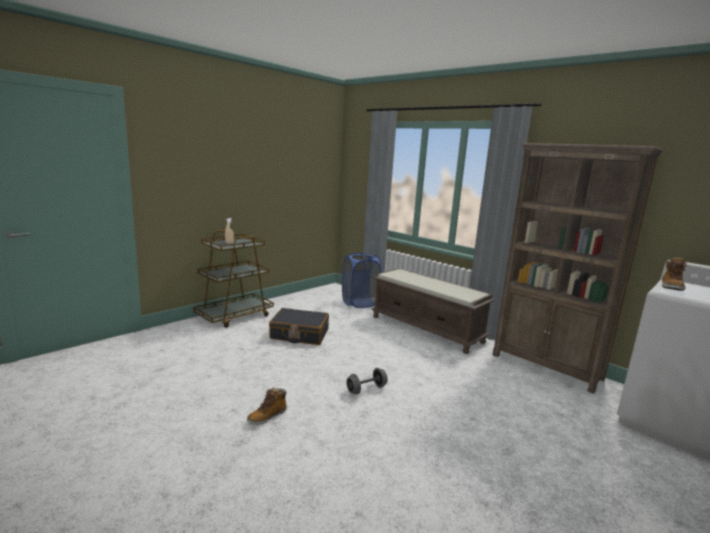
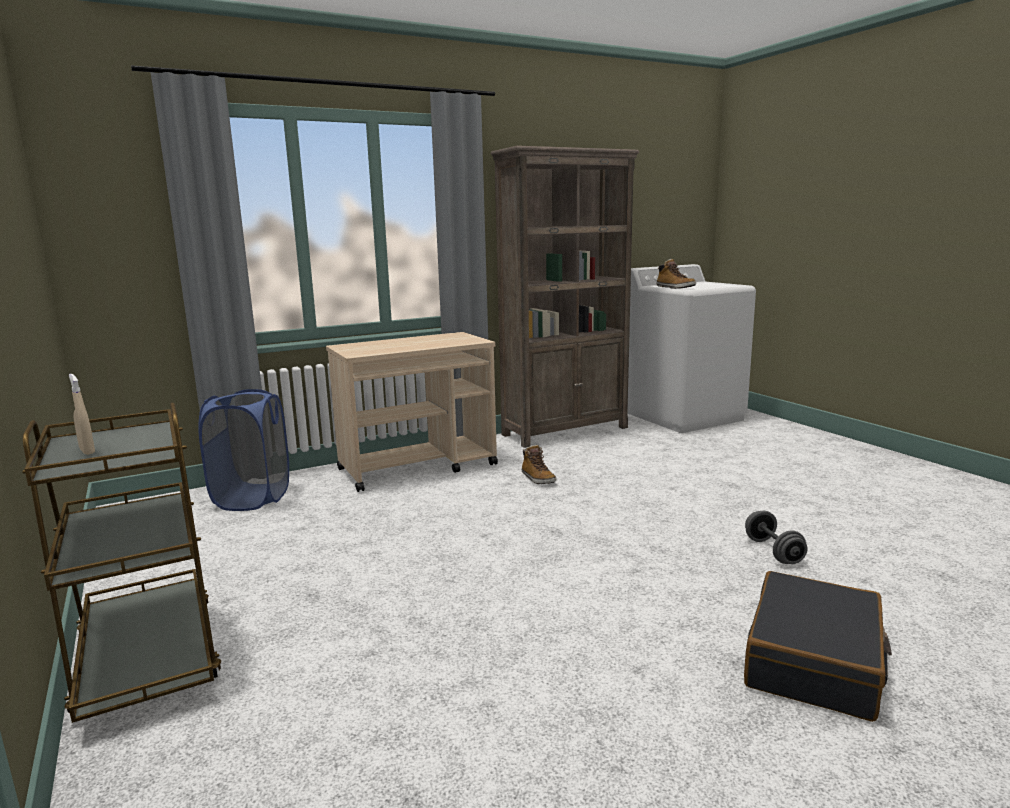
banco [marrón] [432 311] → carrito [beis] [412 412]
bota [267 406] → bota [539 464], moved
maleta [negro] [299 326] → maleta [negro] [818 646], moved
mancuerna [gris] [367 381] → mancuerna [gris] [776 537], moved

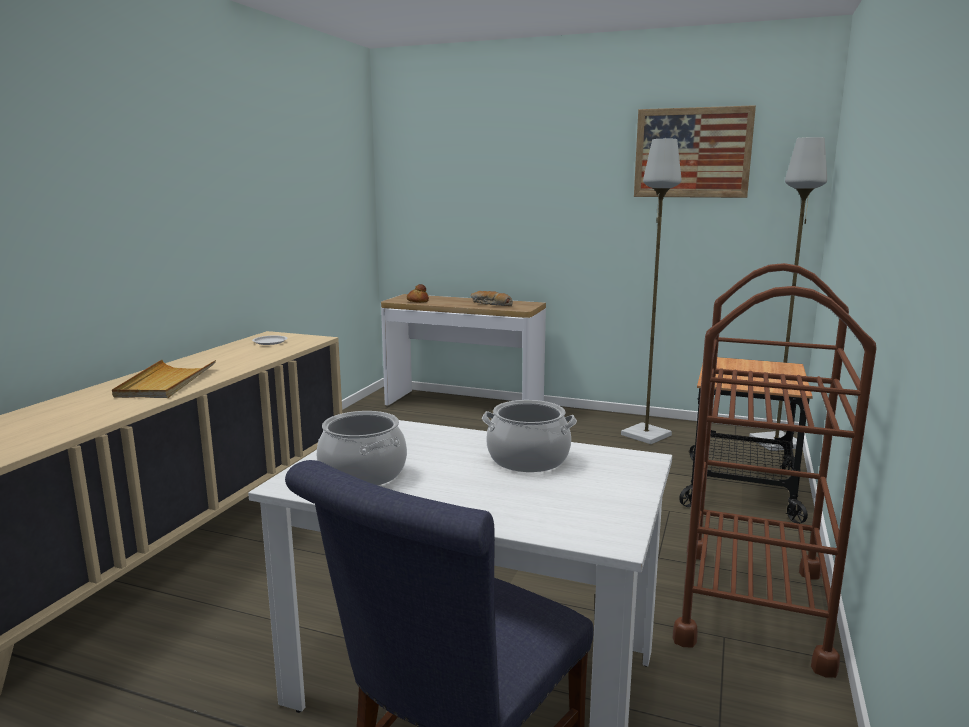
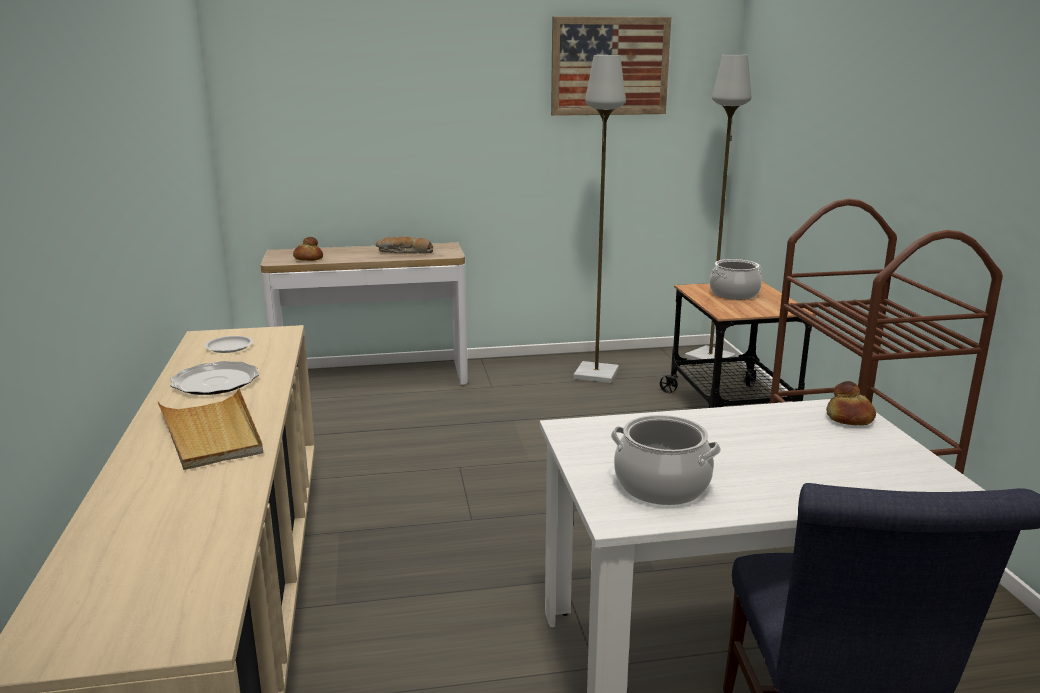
- → plato [214 378]
olla [529 436] → olla [735 279], moved
- → pan [851 403]

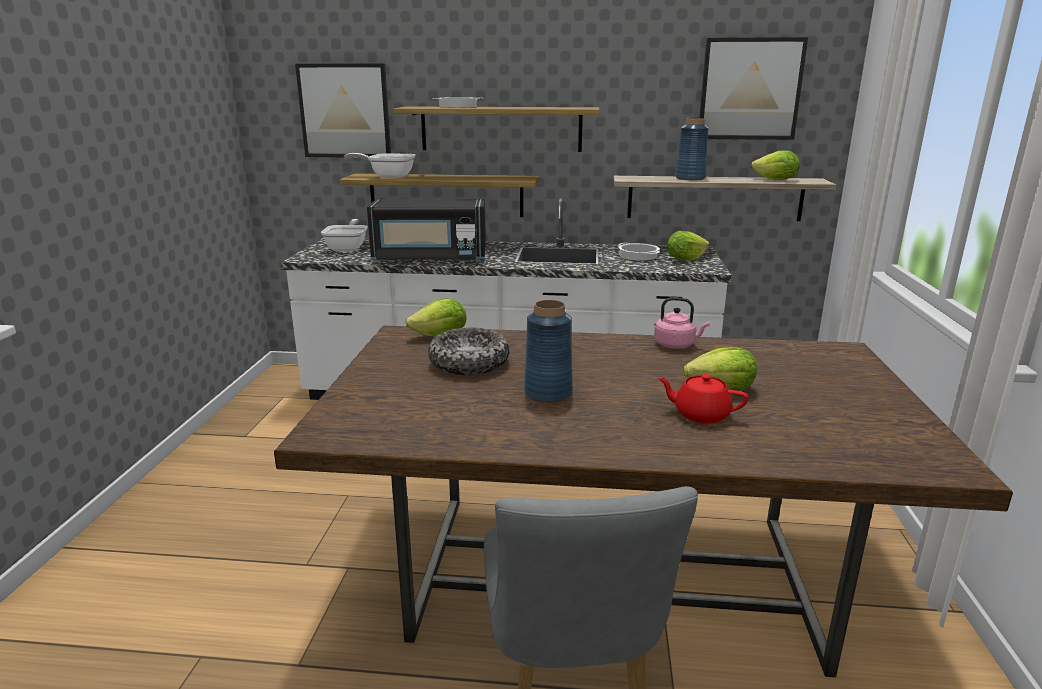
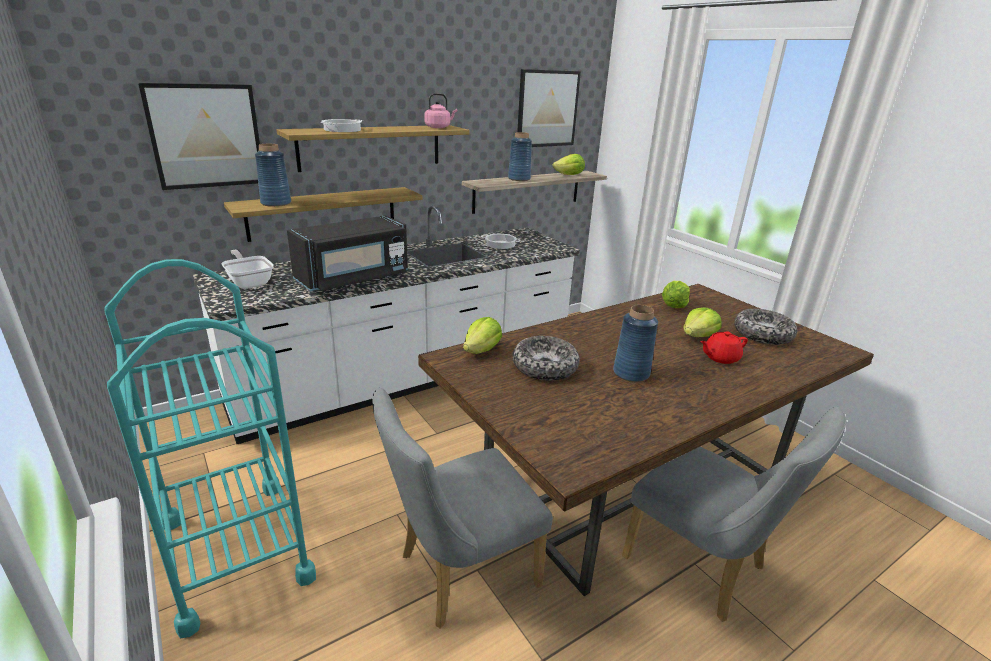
- → carrito [turquesa] [210 449]
sartén [380 165] → florero [azul] [273 175]
- → silla [gris] [462 508]
hervidor [rosa] [682 323] → hervidor [rosa] [440 110], moved
lechuga [688 246] → lechuga [676 294], moved
- → cuenco [765 327]

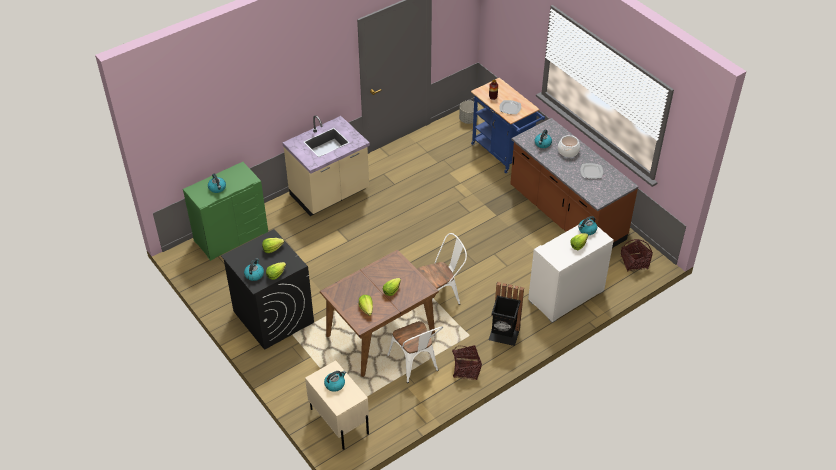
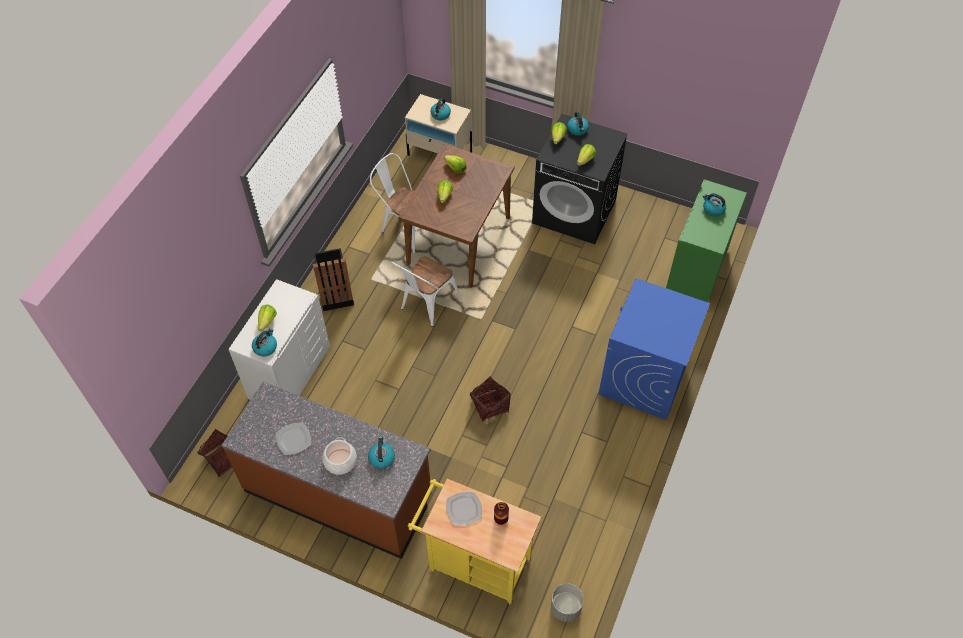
carrito [azul] [508 125] → carrito [amarillo] [474 542]
cesta [467 362] → cesta [490 398], moved
mueble bajo de cocina [beis] [326 165] → lavadora [azul] [654 349]

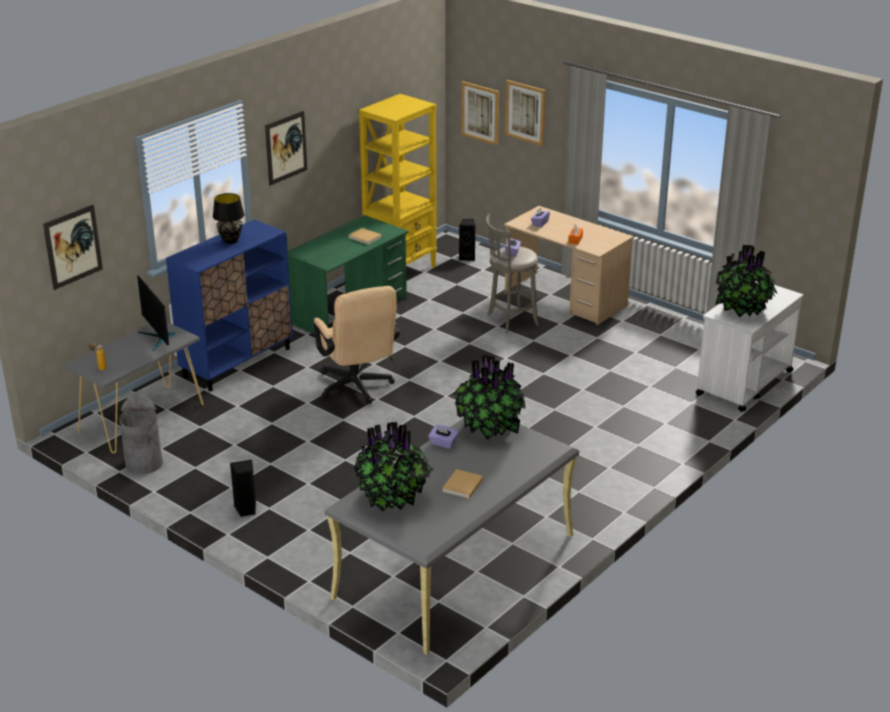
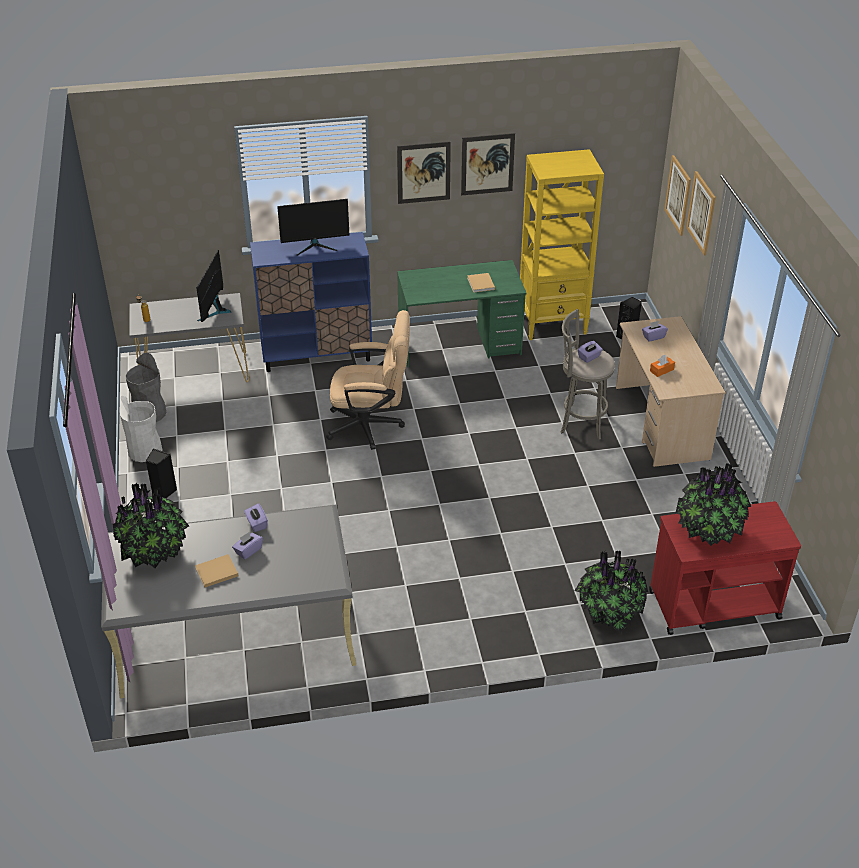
- → papelera [blanco] [141 429]
- → caja de pañuelos [morado] [247 546]
lámpara de mesa [negro] [228 218] → monitor [313 227]
silla de oficina [beis] [357 345] → silla de oficina [beis] [368 380], 105 degrees counterclockwise
cuadro [73 247] → cuadro [488 164], moved
planta en maceta [489 397] → planta en maceta [611 591], moved
carrito [blanco] [749 346] → carrito [rojo] [725 568]

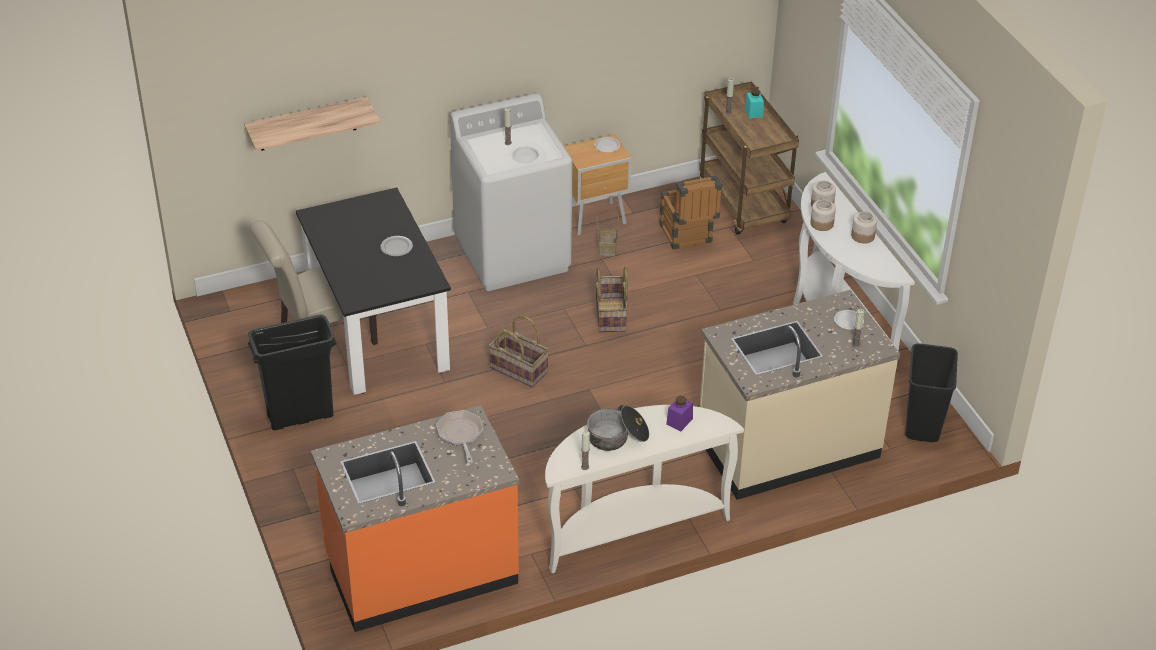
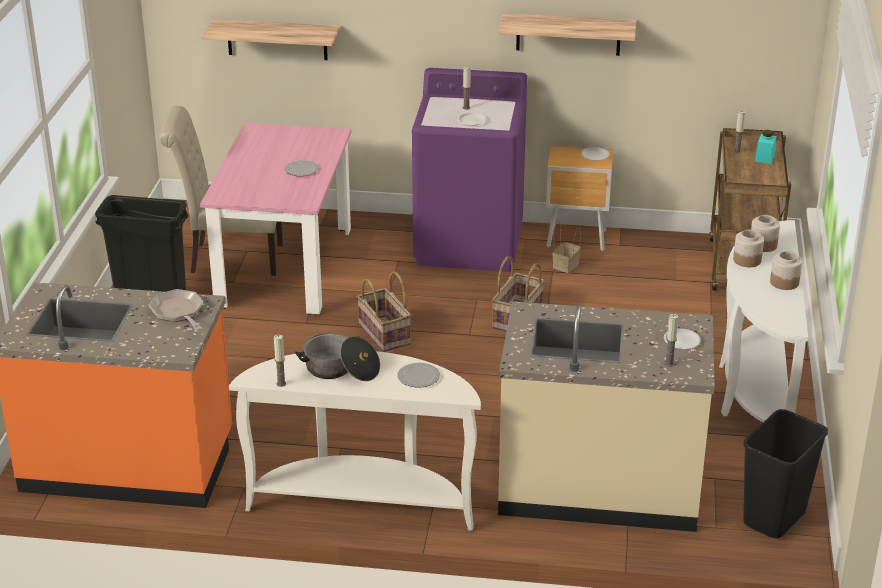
sartén [459 437] → sartén [176 310], 45 degrees counterclockwise
mesa de comedor [negro] [373 291] → mesa de comedor [rosa] [275 219]
tarro [morado] [679 413] → plato [418 375]
lavadora [blanco] [511 192] → lavadora [morado] [469 170]
- → estante [567 34]
caja de embalaje [690 212] → -

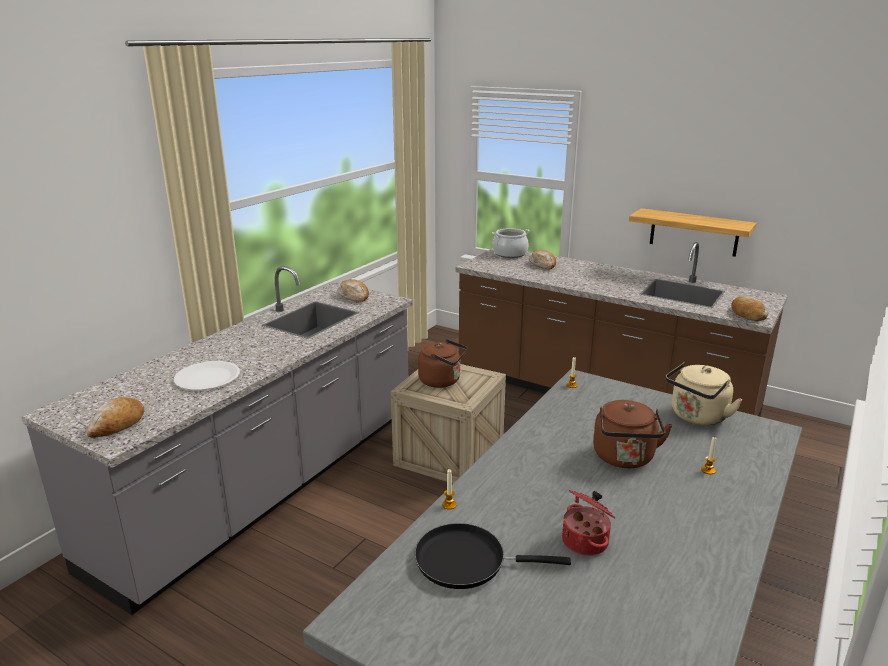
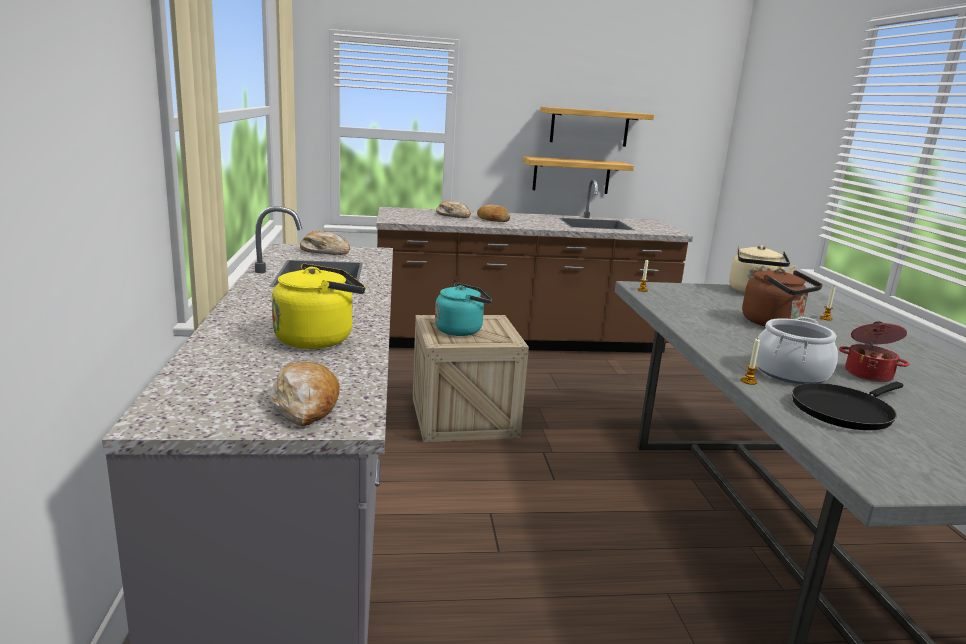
plato [blanco] [207 375] → hervidor [amarillo] [318 306]
hervidor [marrón] [443 363] → hervidor [turquesa] [463 309]
pan [749 308] → pan [493 213], moved
- → estante [597 127]
olla [511 243] → olla [797 350], moved

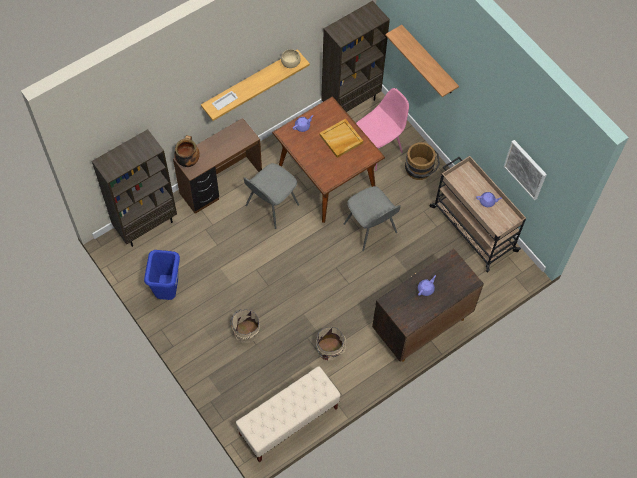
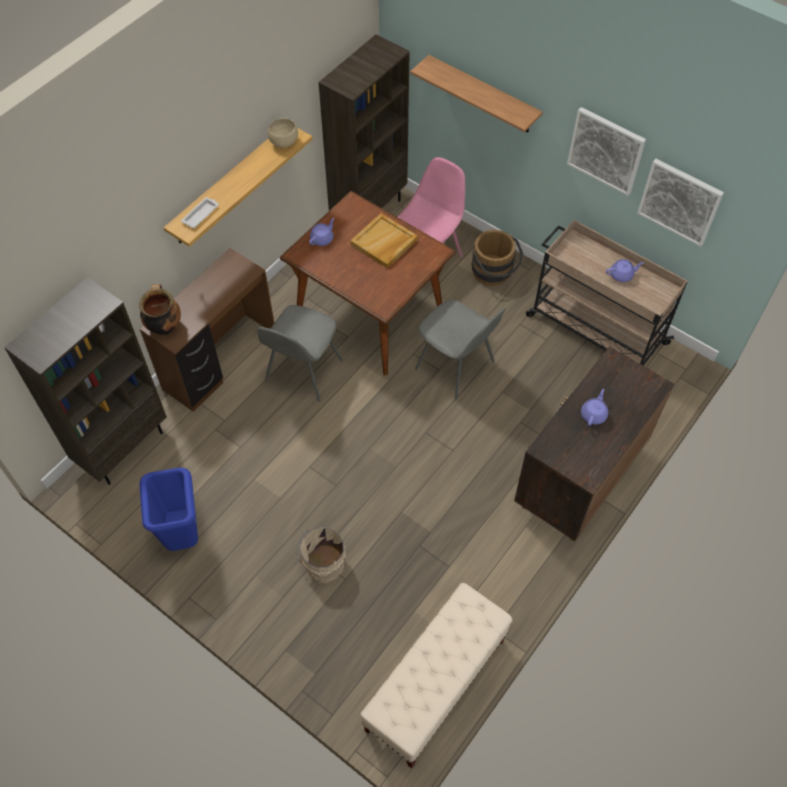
- → cuadro [606 151]
cubo [beis] [331 343] → -

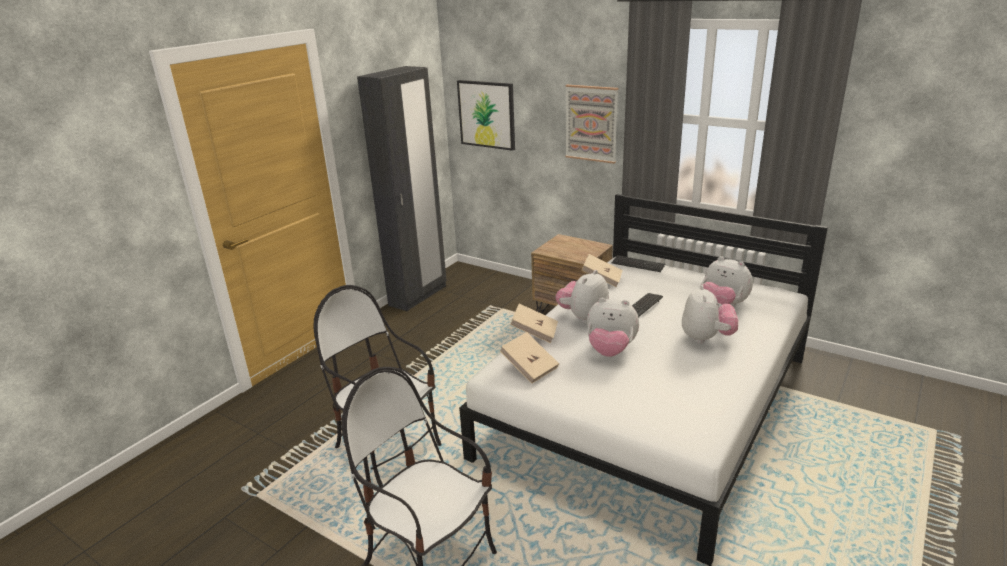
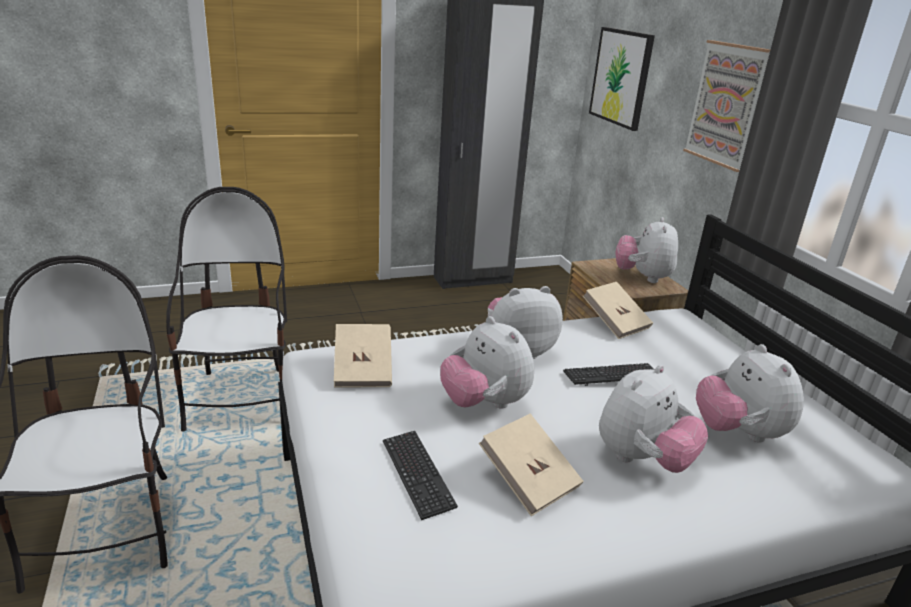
teclado [638 263] → teclado [420 475], moved
libro [beis] [534 323] → libro [beis] [531 464], moved
- → peluche [646 250]

